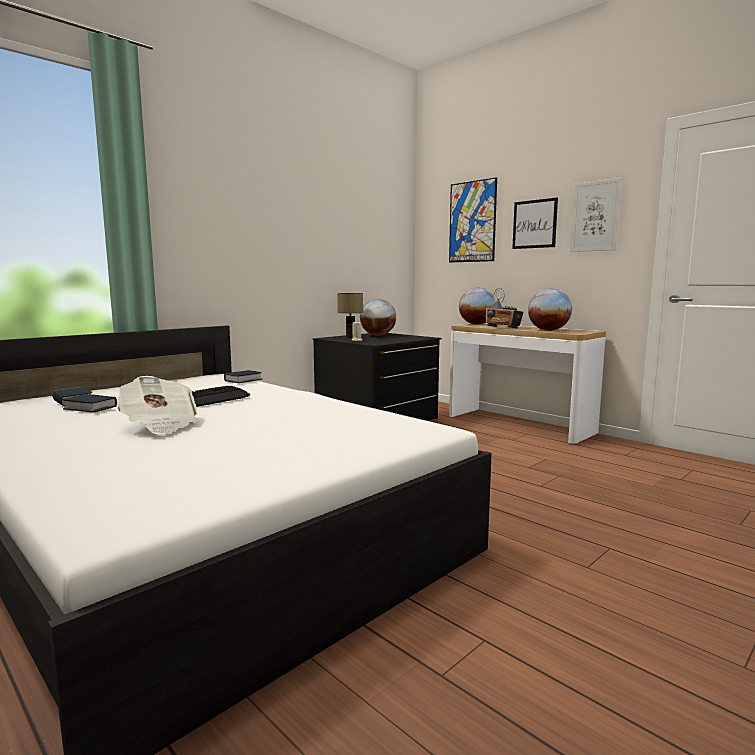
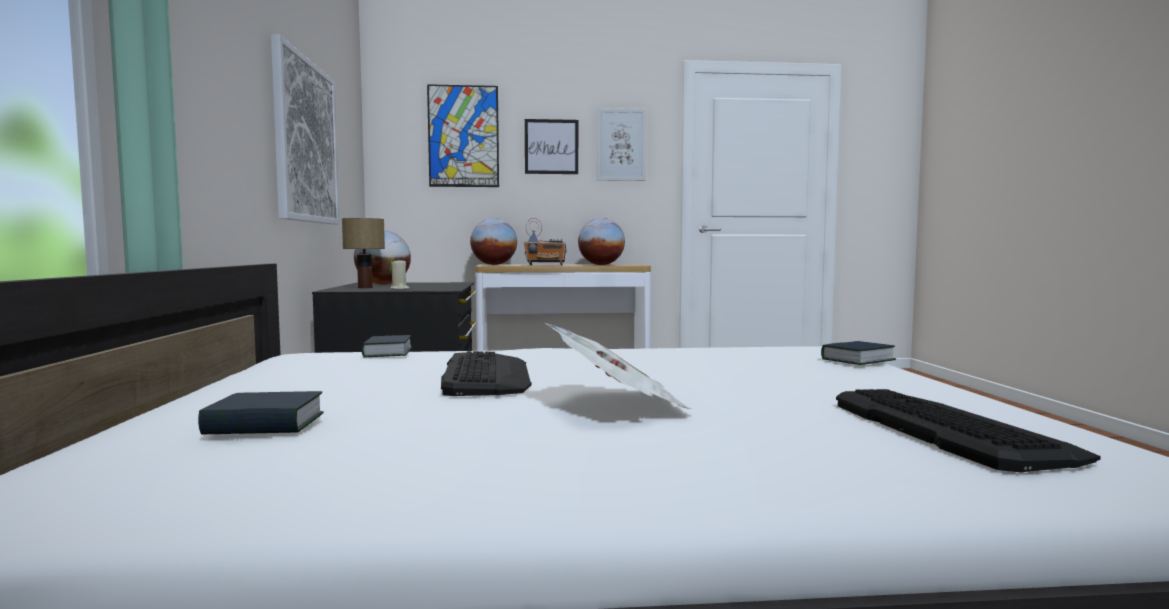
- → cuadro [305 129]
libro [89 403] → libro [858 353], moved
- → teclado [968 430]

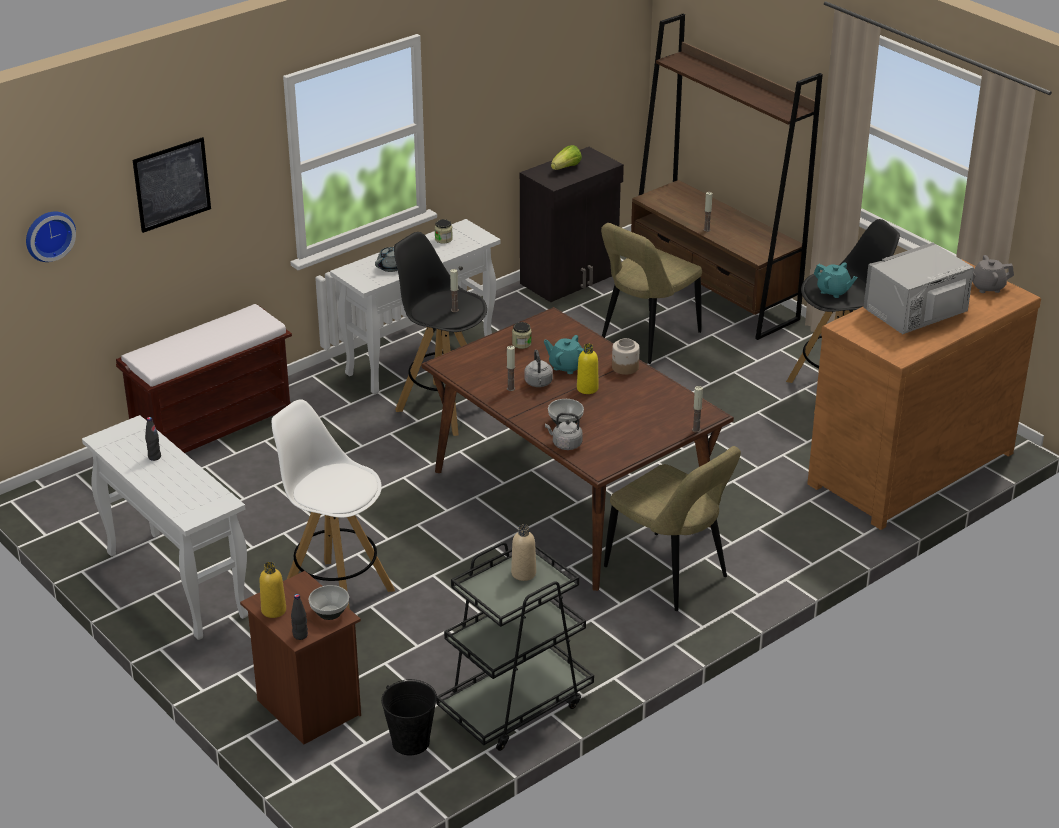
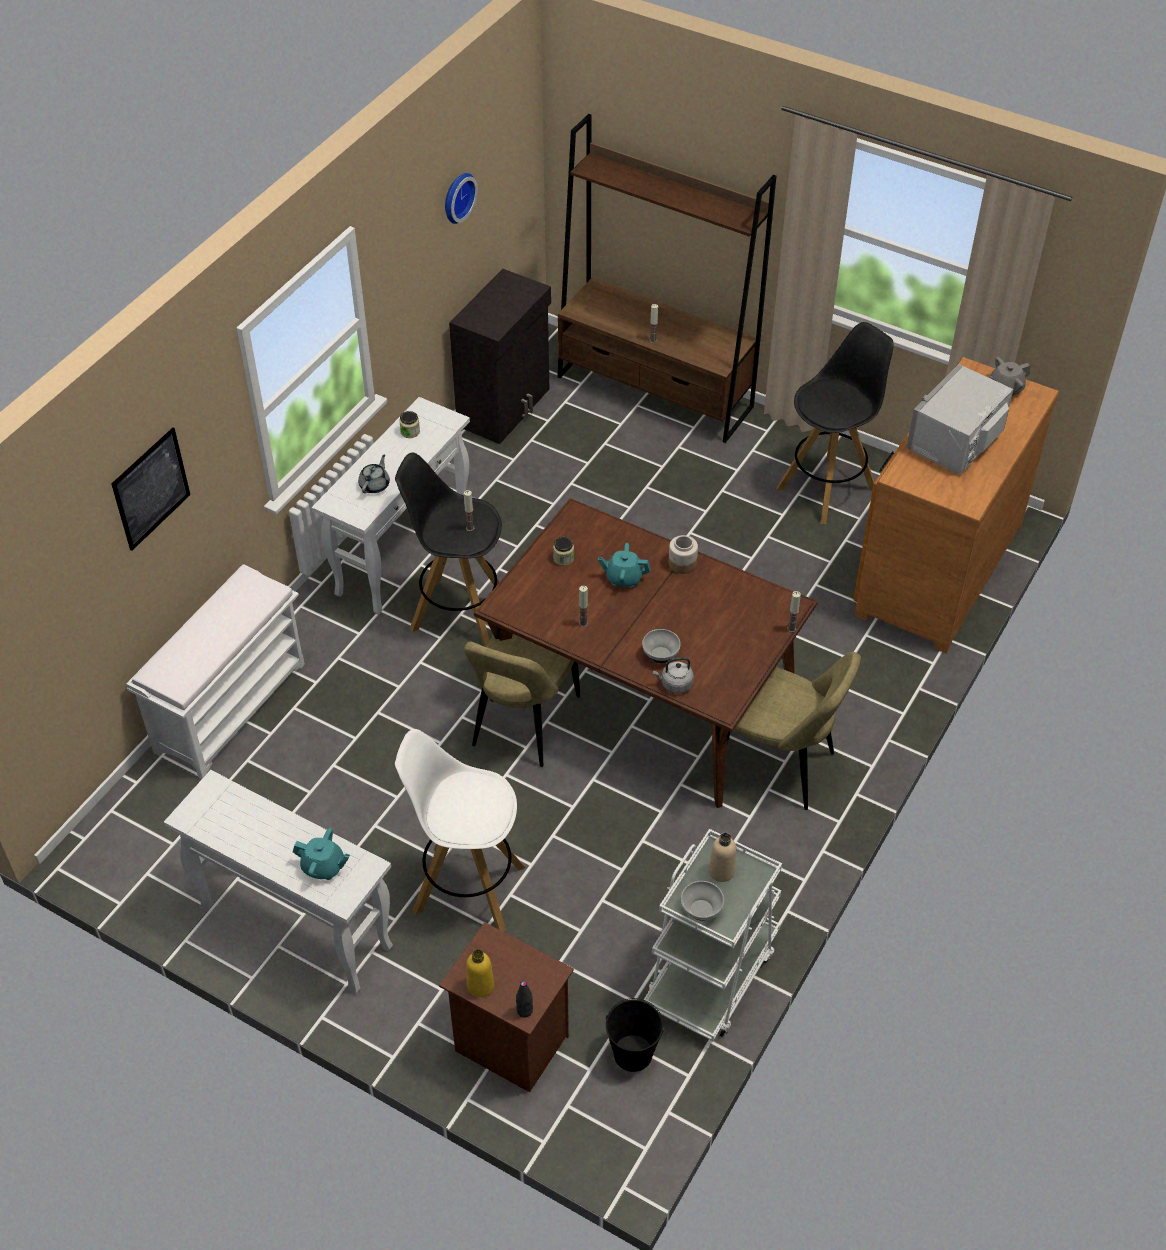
banco [marrón] [204 378] → banco [blanco] [215 671]
tetera [turquesa] [836 280] → tetera [turquesa] [321 854], moved
reloj de pared [51 237] → reloj de pared [461 198], moved
silla [beis] [651 293] → silla [beis] [522 700], moved
carrito [negro] [515 646] → carrito [blanco] [712 935]
cuenco [329 602] → cuenco [702 900], moved
botella [negro] [153 439] → -
hervidor [gris] [538 368] → -
lechuga [566 157] → -
botella [amarillo] [588 369] → -

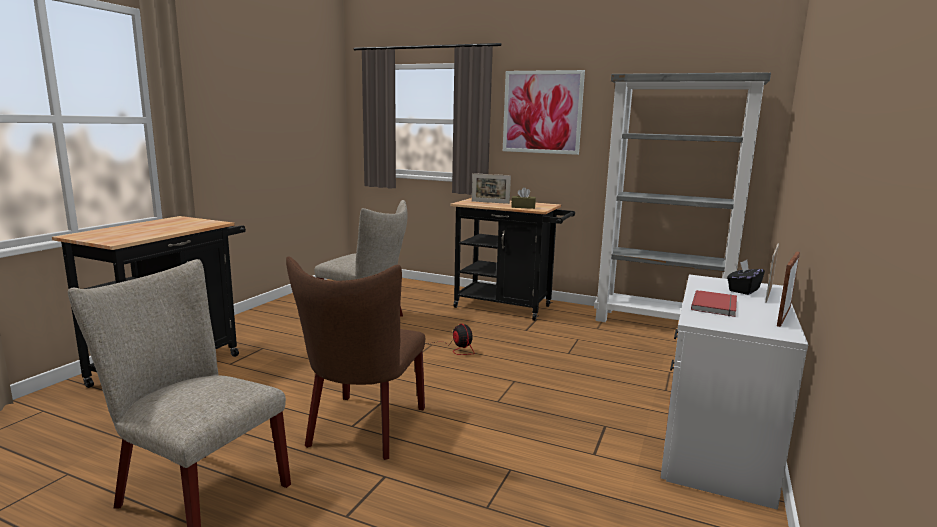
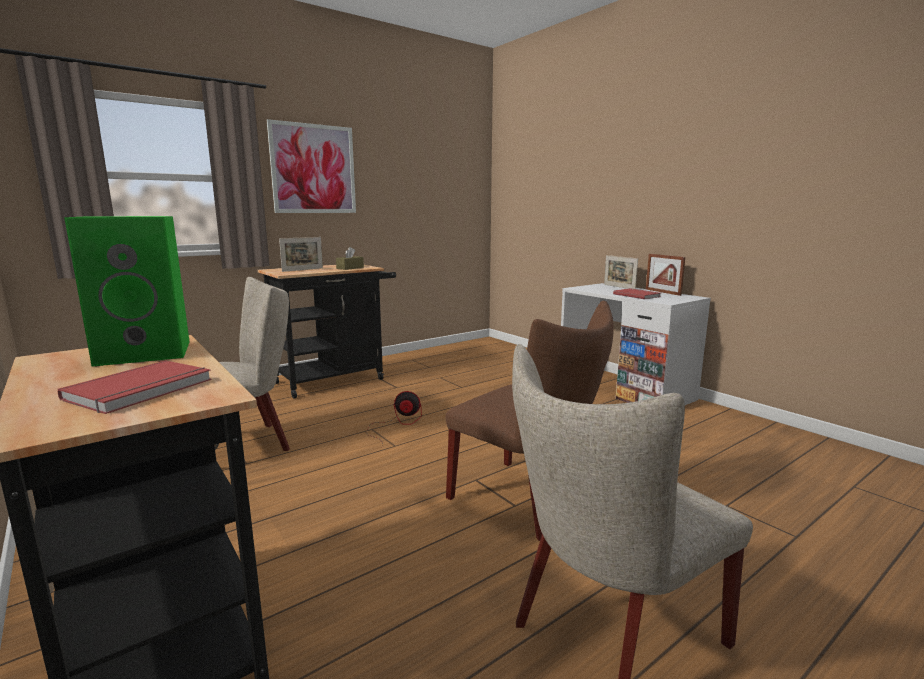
- → libro [rojo] [135 387]
- → altavoz [verde] [127 291]
estantería [gris] [682 197] → -
caja de pañuelos [negro] [746 277] → -

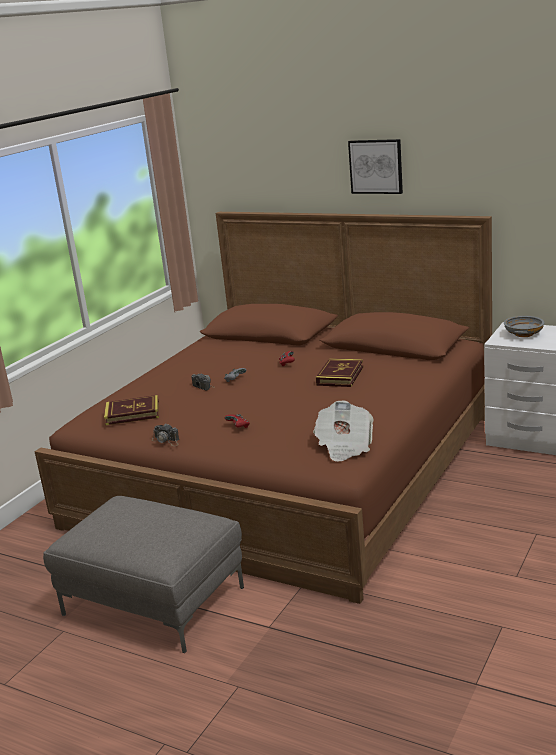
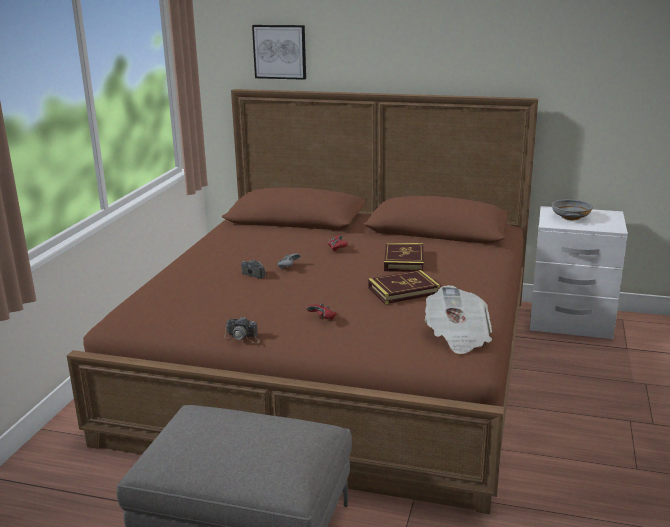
cuadro [375 166] → cuadro [279 52], moved
libro [131 410] → libro [404 287], moved

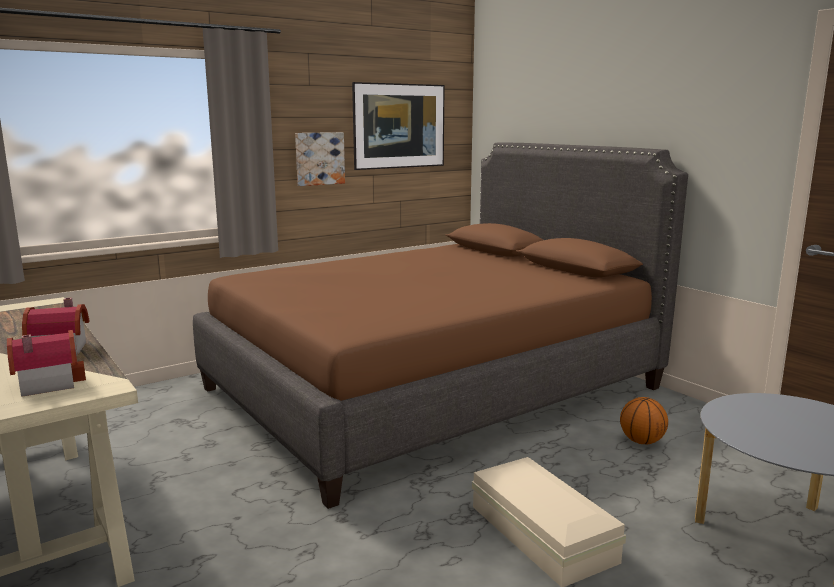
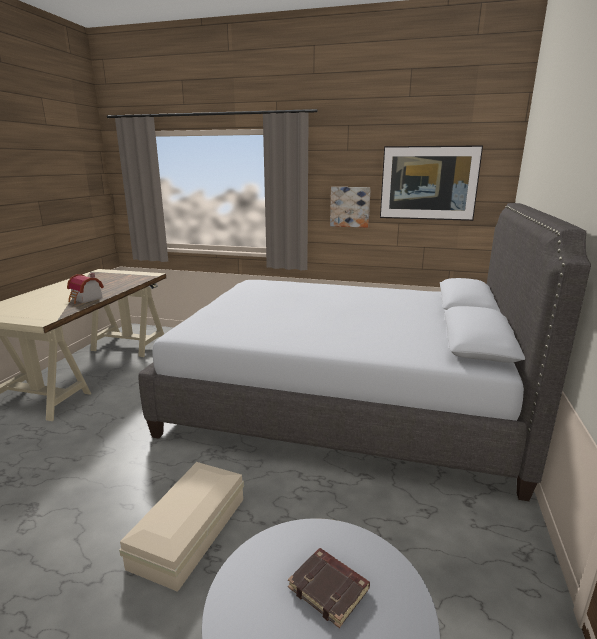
cama [marrón] [440 325] → cama [gris] [365 352]
- → libro [marrón] [329 588]
casita [46 363] → -
balón de baloncesto [644 420] → -

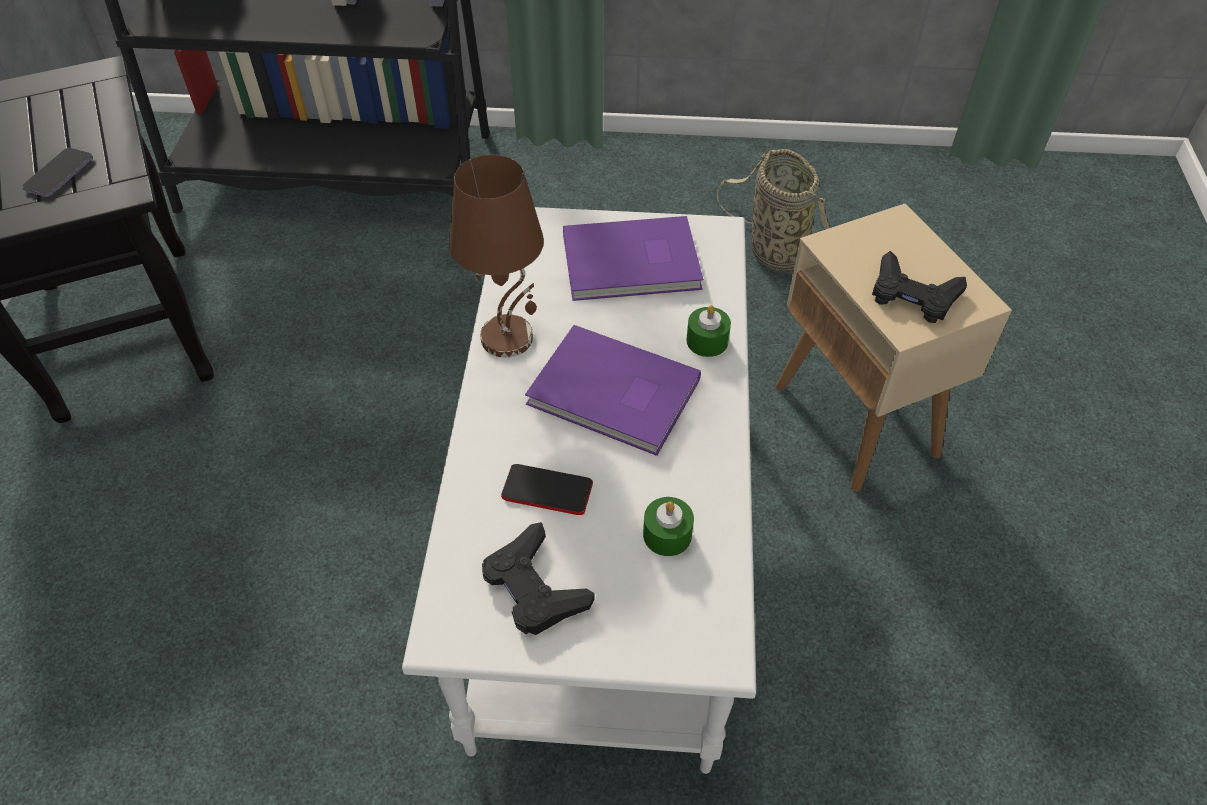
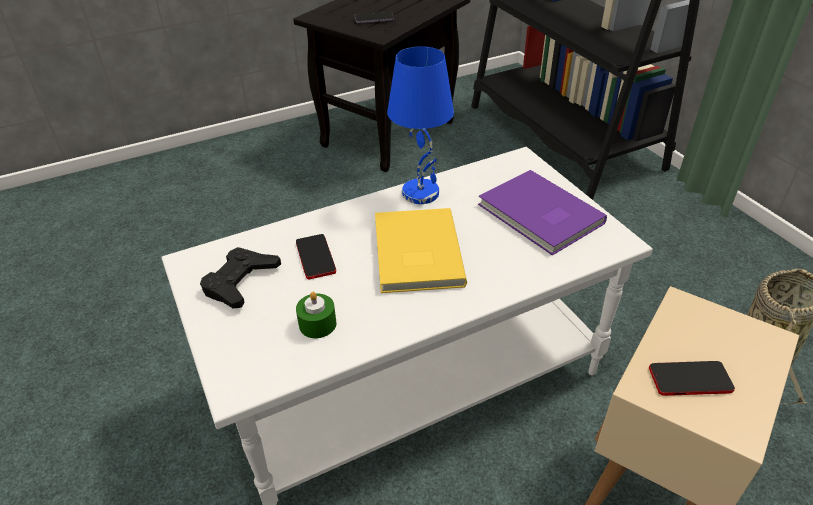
libro [morado] [613 390] → libro [amarillo] [421 250]
lámpara de mesa [marrón] [496 256] → lámpara de mesa [azul] [420 125]
mando de consola [negro] [919 287] → móvil [692 378]
vela [verde] [708 331] → -

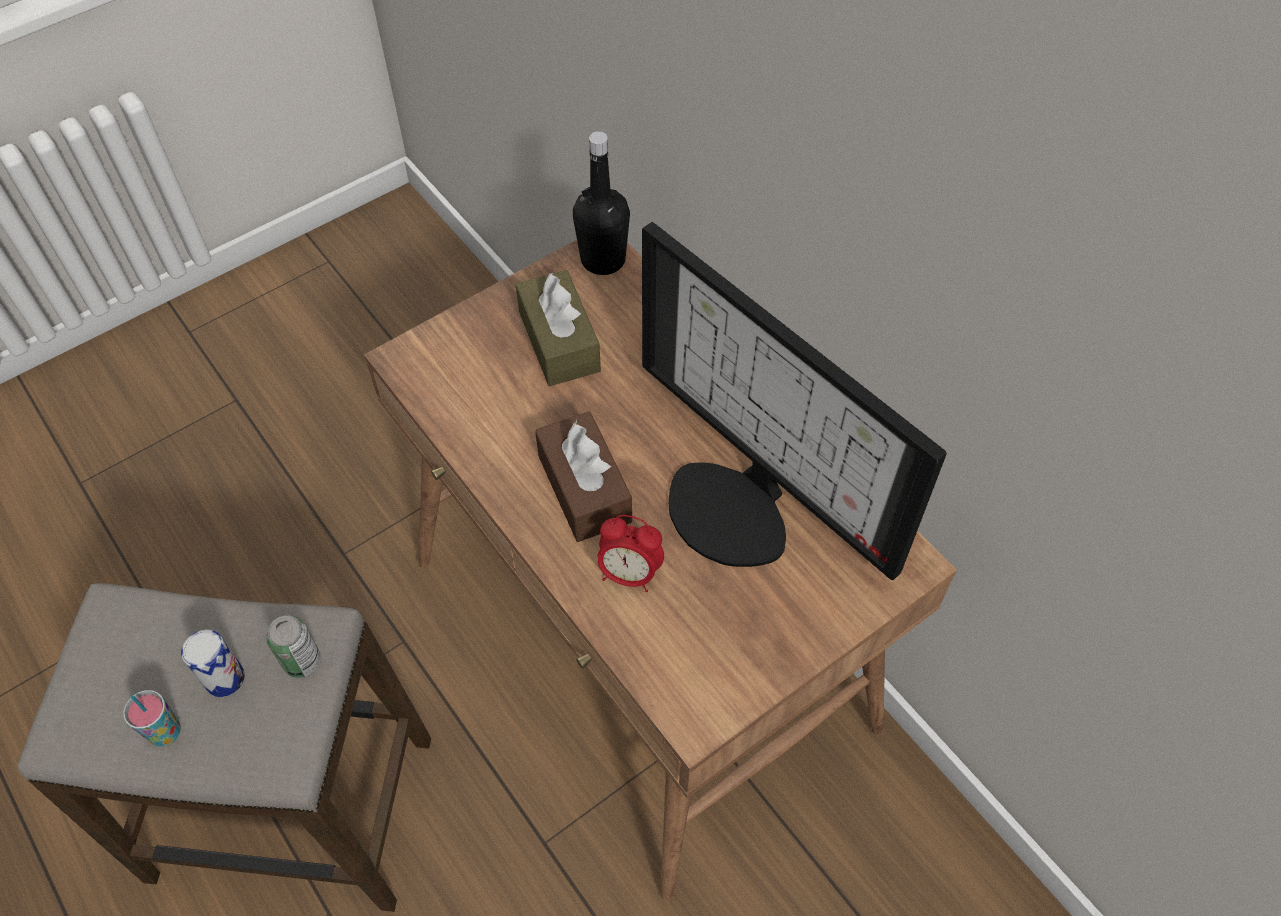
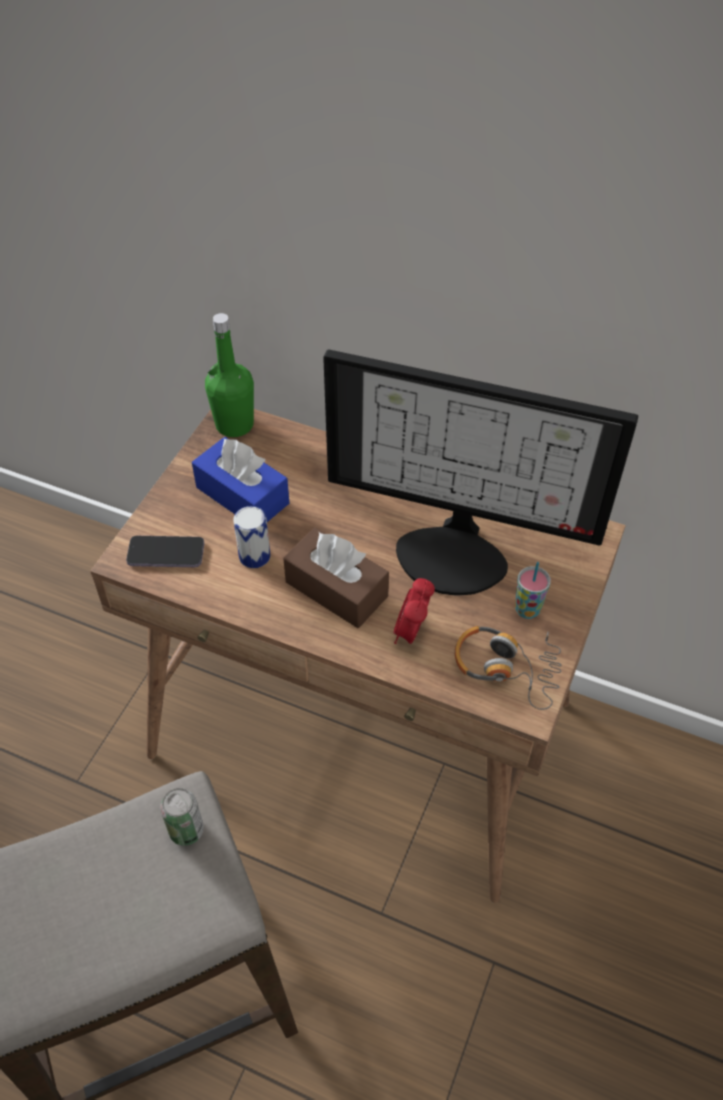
- → móvil [165 551]
caja de pañuelos [marrón] [558 328] → caja de pañuelos [azul] [240 479]
botella [negro] [601 203] → botella [verde] [229 375]
lata [213 663] → lata [252 537], moved
despertador [630 553] → despertador [414 611], 120 degrees clockwise
- → auriculares [508 668]
taza [152 718] → taza [533 590], moved

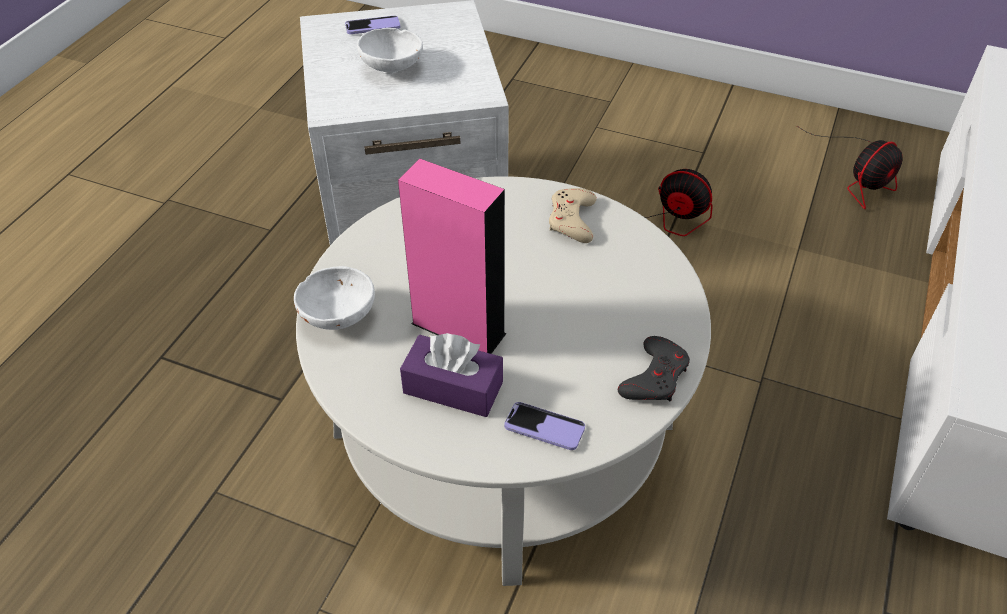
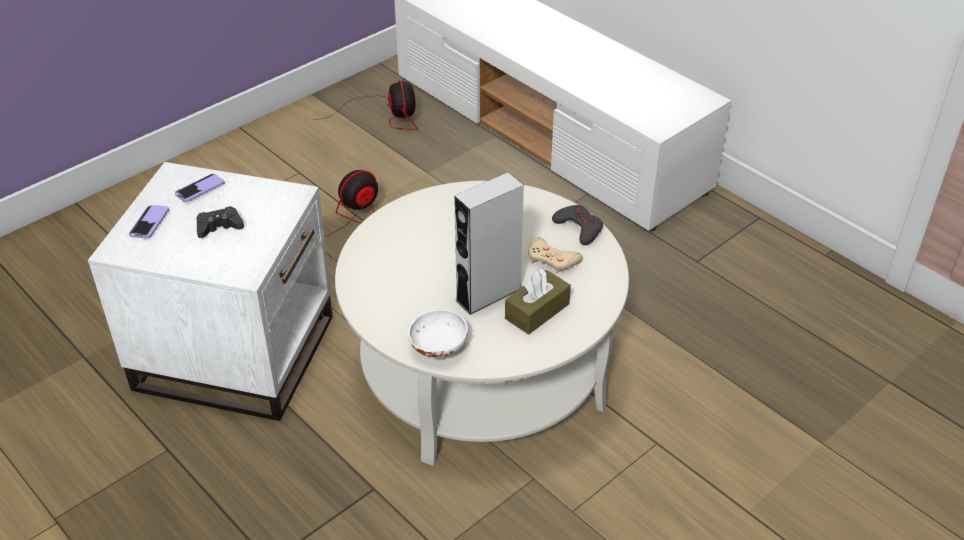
móvil [544 426] → móvil [200 188], moved
cuenco [blanco] [390 51] → mando de consola [negro] [220 222]
altavoz [rosa] [452 256] → altavoz [gris] [489 243]
caja de pañuelos [morado] [451 375] → caja de pañuelos [marrón] [538 301]
mando de consola [beis] [573 215] → mando de consola [beis] [555 255], moved

